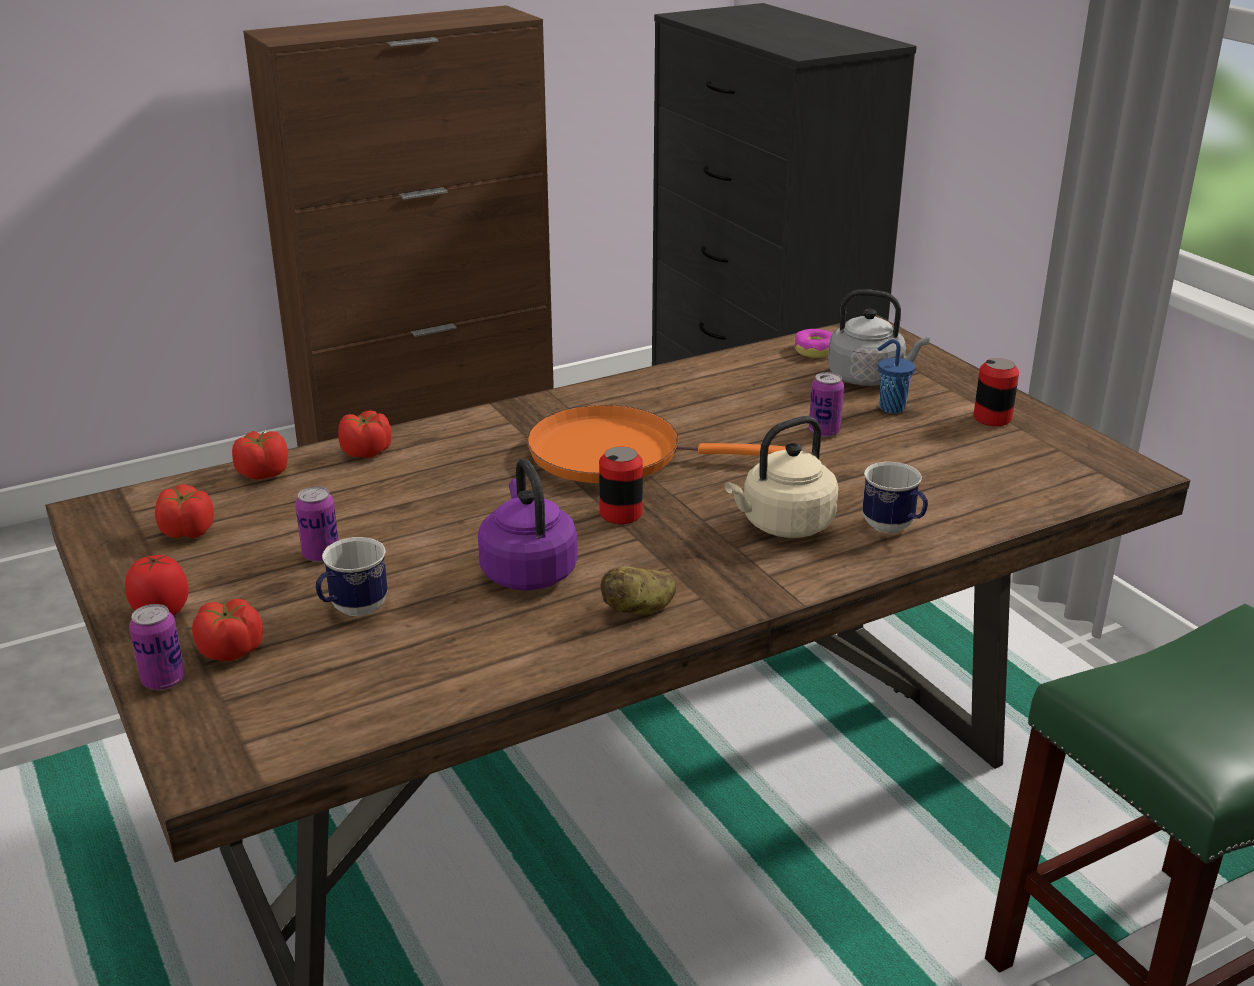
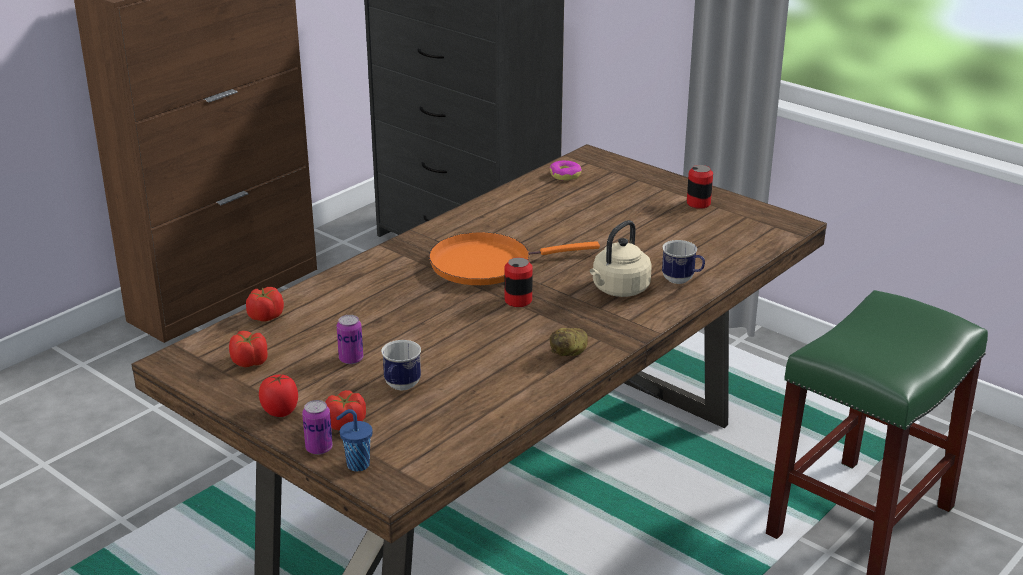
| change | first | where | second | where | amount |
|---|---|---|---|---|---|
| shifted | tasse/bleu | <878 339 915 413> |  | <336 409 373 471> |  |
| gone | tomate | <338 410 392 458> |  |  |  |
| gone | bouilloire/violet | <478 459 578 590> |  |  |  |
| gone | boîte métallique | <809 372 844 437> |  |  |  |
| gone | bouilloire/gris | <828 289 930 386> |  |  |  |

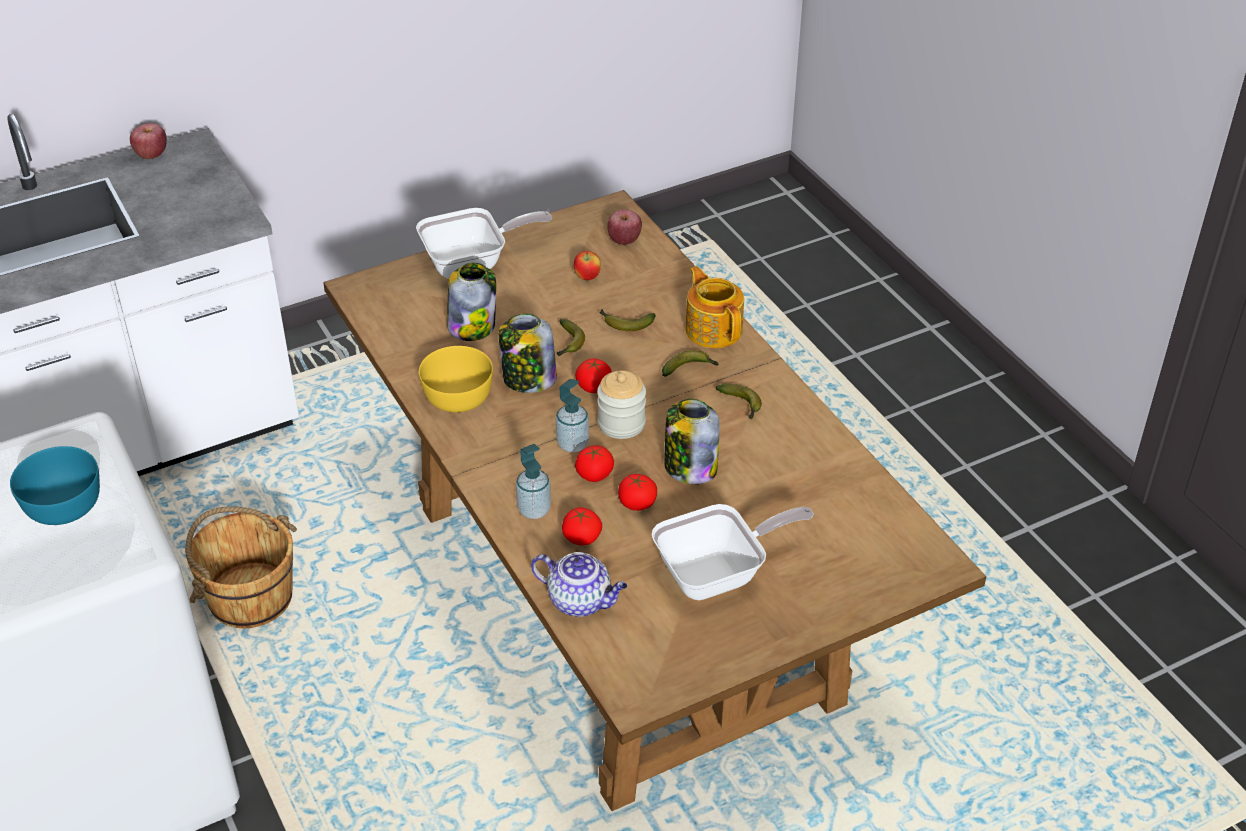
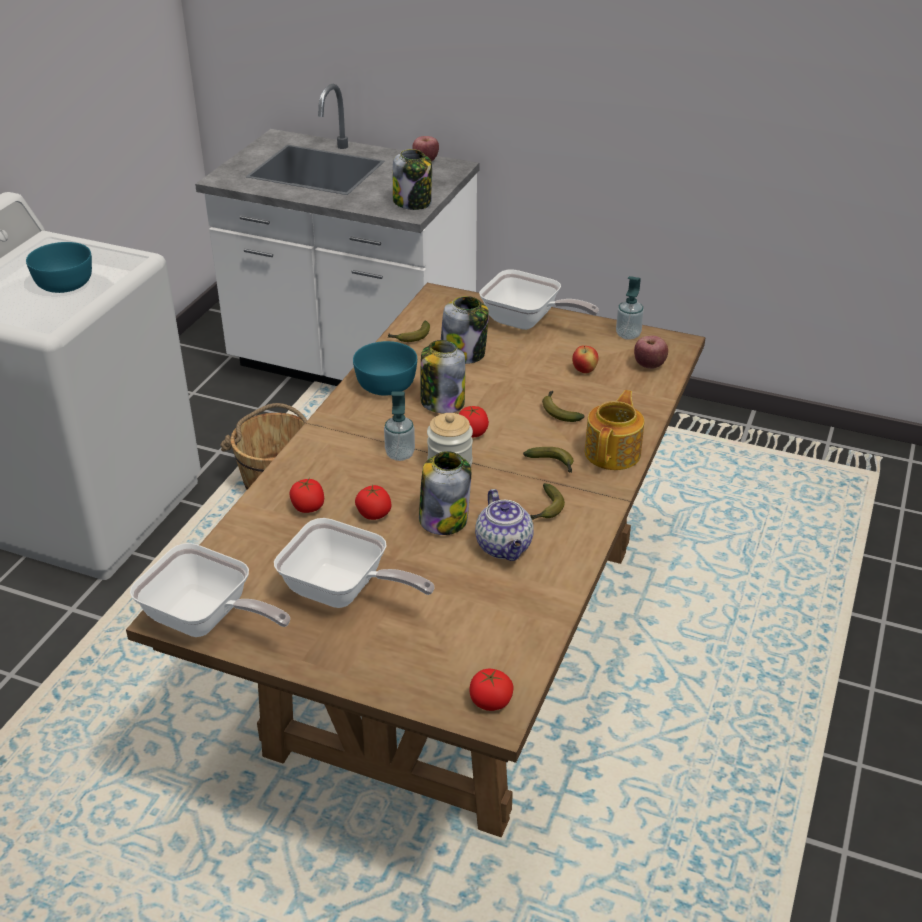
| change | first | where | second | where | amount |
|---|---|---|---|---|---|
| new |  |  | poêle | <130 543 290 637> |  |
| repainted | bol/jaune | <419 346 493 412> | bol/turquoise | <353 341 417 396> |  |
| shifted | banane | <557 319 585 356> |  | <388 321 430 342> |  |
| new |  |  | bocal | <393 149 432 210> |  |
| shifted | tomate | <575 446 614 482> |  | <469 669 514 711> |  |
| shifted | théière | <531 552 627 617> |  | <475 489 534 561> |  |
| shifted | distributeur de savon | <516 444 551 519> |  | <616 276 644 340> |  |

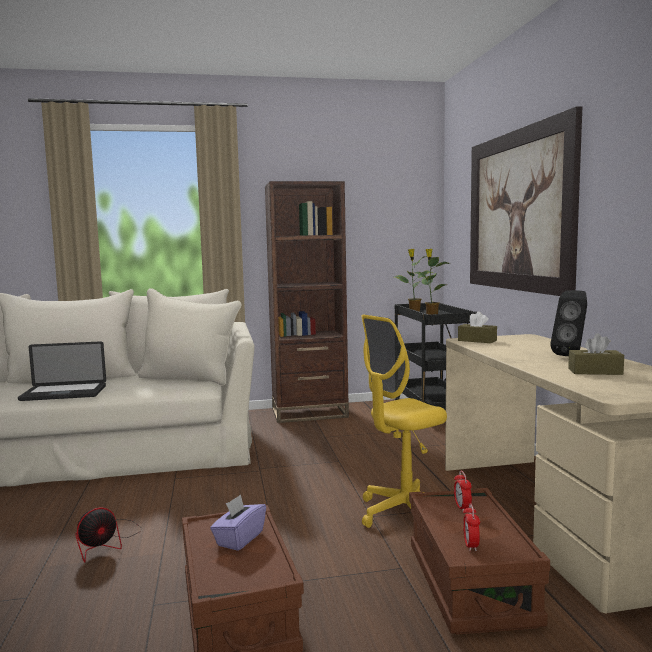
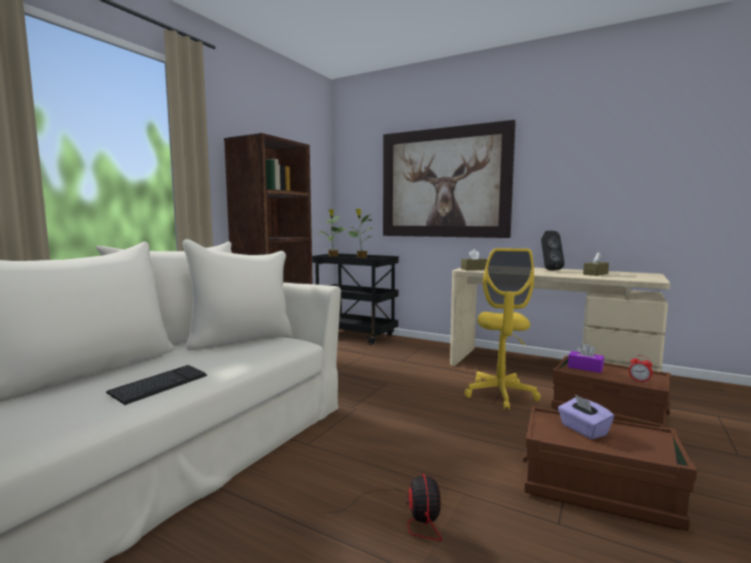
| change | first | where | second | where | amount |
|---|---|---|---|---|---|
| swapped | ordinateur portable | <18 341 106 401> | clavier | <106 365 207 405> |  |
| swapped | réveil | <454 471 472 511> | boîte à mouchoirs/violet | <568 343 604 373> |  |

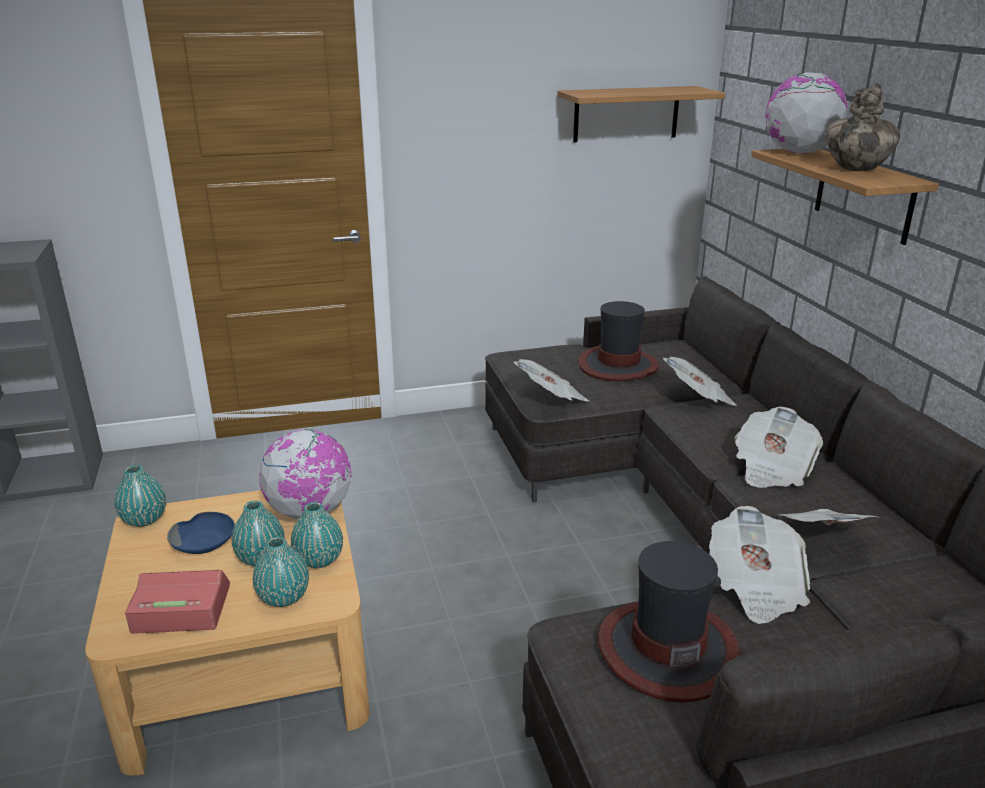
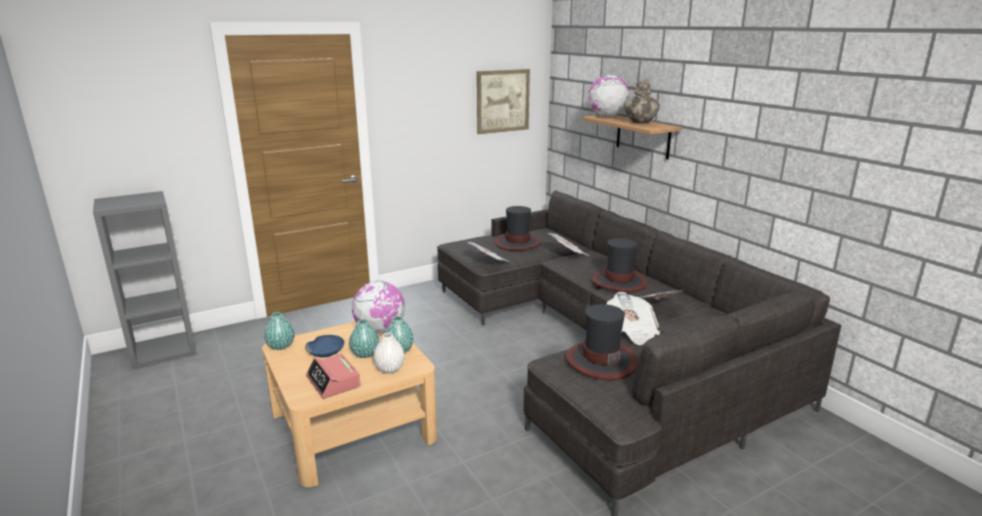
| change | first | where | second | where | amount |
|---|---|---|---|---|---|
| rotated | réveil | <125 570 230 634> |  | <306 354 361 399> | 105 degrees counterclockwise |
| repainted | vase/turquoise | <253 537 309 607> | vase/blanc | <373 333 405 373> |  |
| swapped | étagère | <557 86 725 142> | tableau | <477 69 530 134> |  |
| swapped | journal | <735 407 823 488> | chapeau | <592 238 647 292> |  |

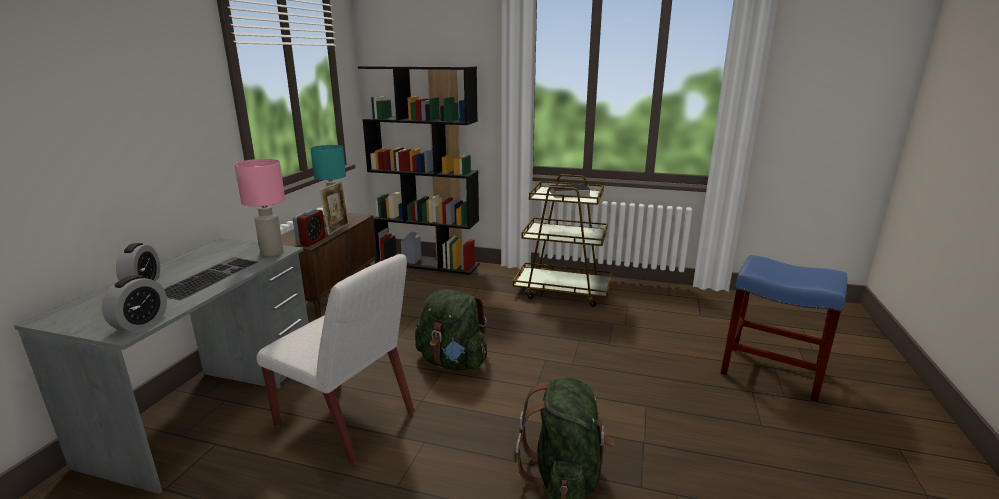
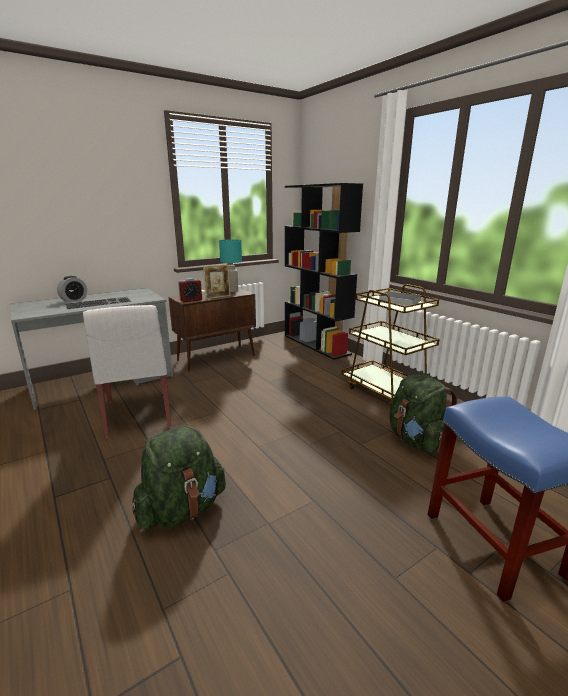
| change | first | where | second | where | amount |
|---|---|---|---|---|---|
| shifted | sac à dos/vert | <415 289 487 371> |  | <389 374 457 453> |  |
| gone | réveil | <102 275 167 332> |  |  |  |
| gone | lampe de table/rose | <235 159 285 256> |  |  |  |

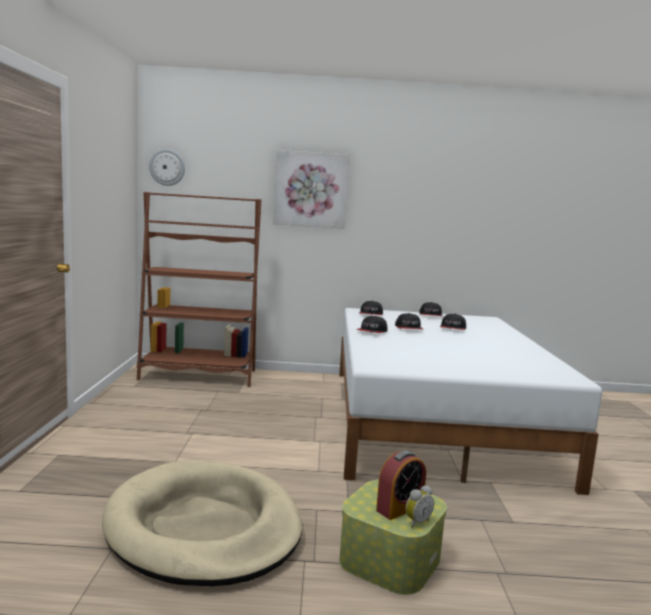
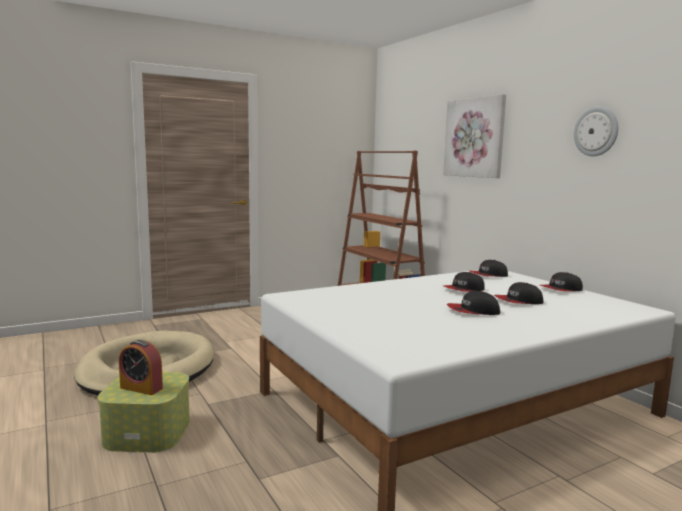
| change | first | where | second | where | amount |
|---|---|---|---|---|---|
| shifted | casquette | <356 316 387 333> |  | <447 291 500 315> |  |
| shifted | horloge murale | <149 149 185 186> |  | <574 106 618 156> |  |
| gone | réveil | <406 486 434 528> |  |  |  |

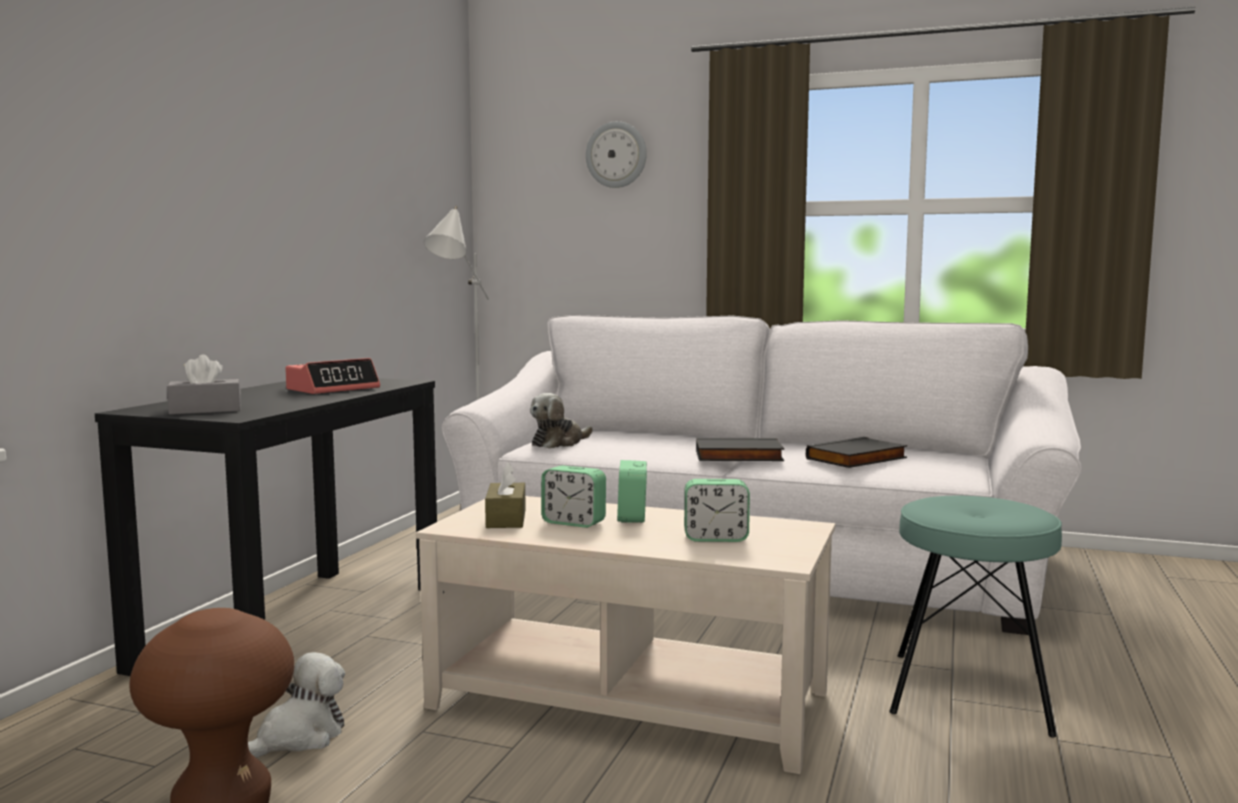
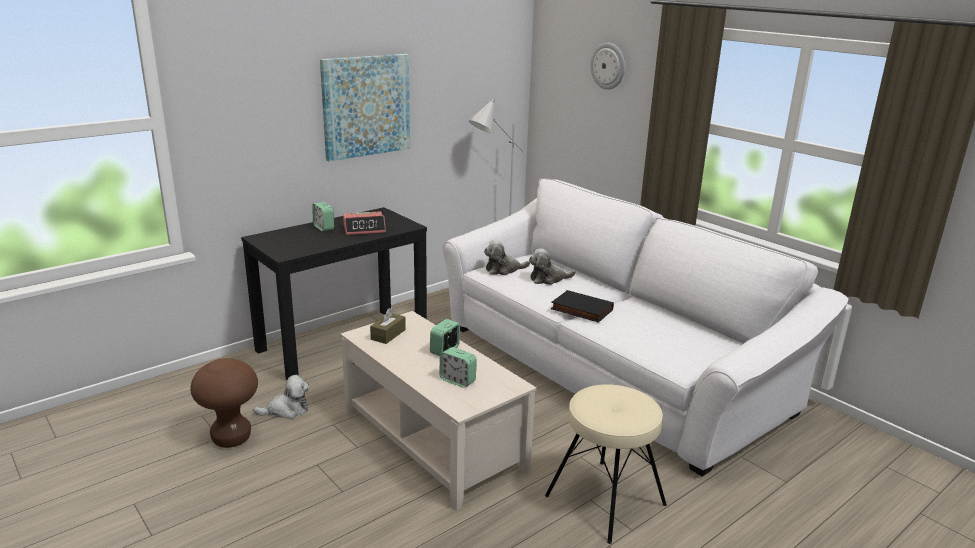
| change | first | where | second | where | amount |
|---|---|---|---|---|---|
| shifted | réveil | <541 465 606 528> |  | <312 202 334 231> |  |
| new |  |  | tableau | <320 54 410 161> |  |
| new |  |  | peluche | <529 249 576 285> |  |
| repainted | tabouret/turquoise | <889 496 1062 738> | tabouret/beige | <545 384 667 544> |  |
| gone | boîte à mouchoirs/gris | <167 354 241 415> |  |  |  |
| gone | livre/noir | <806 437 907 468> |  |  |  |

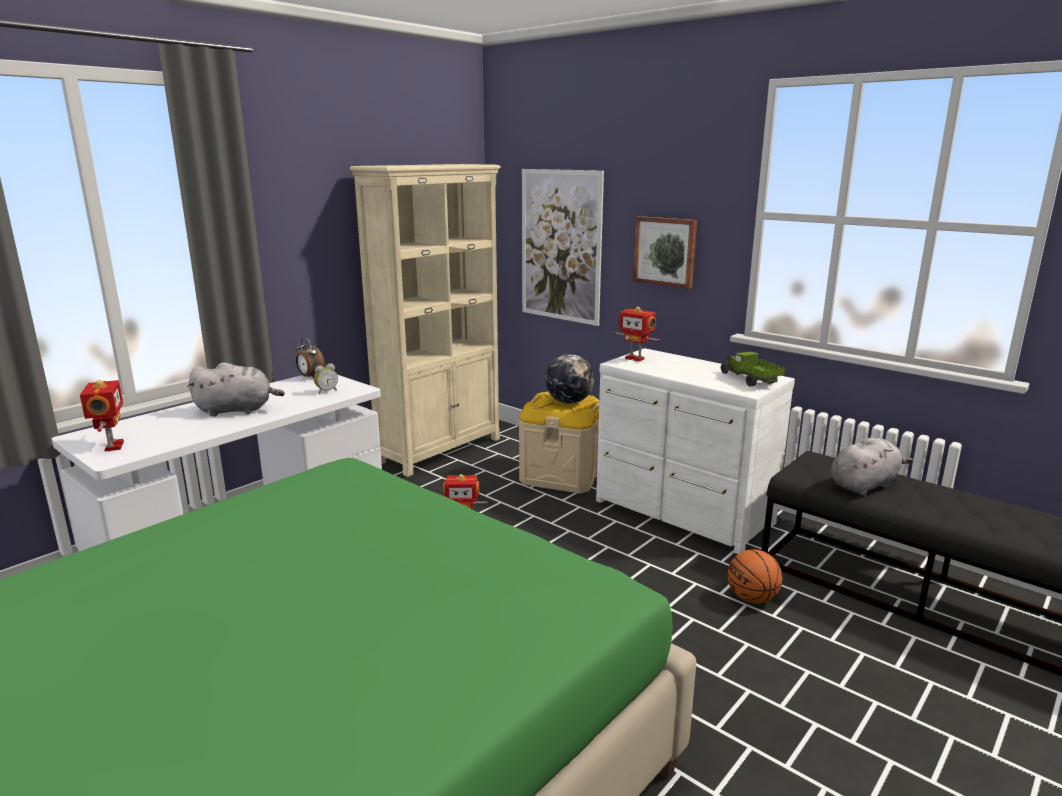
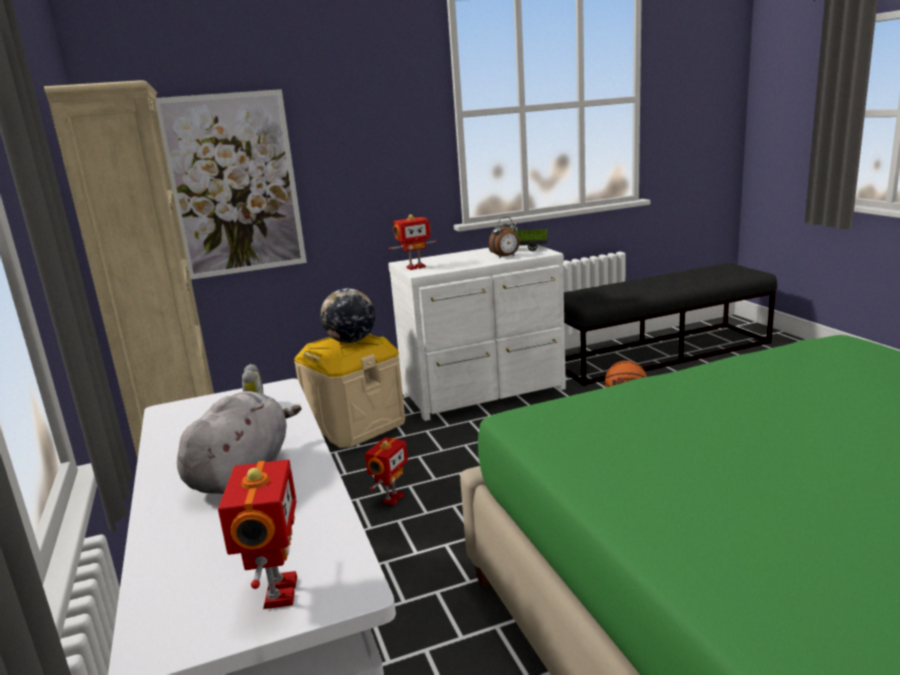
| change | first | where | second | where | amount |
|---|---|---|---|---|---|
| rotated | robot jouet | <80 380 124 451> |  | <218 460 297 609> | 75 degrees clockwise |
| shifted | réveil | <296 337 325 379> |  | <489 217 520 258> |  |
| gone | tableau | <633 216 697 289> |  |  |  |
| gone | peluche/gris | <831 438 913 496> |  |  |  |

